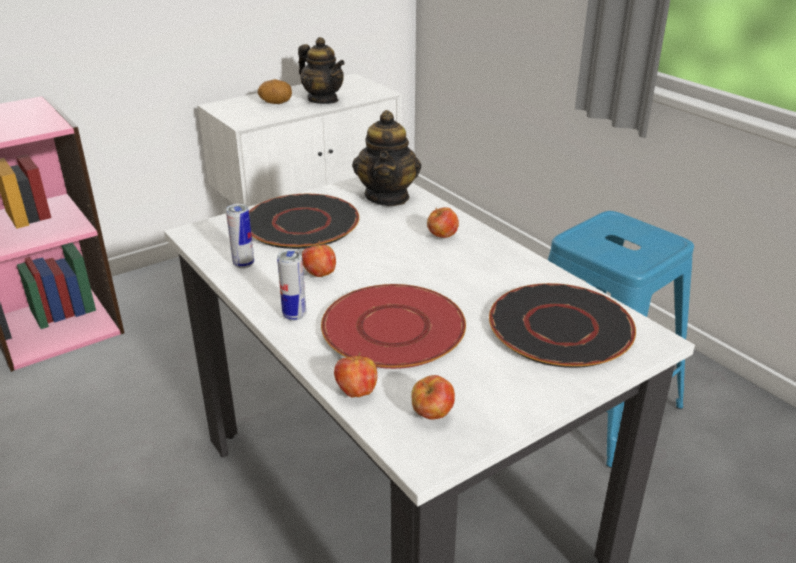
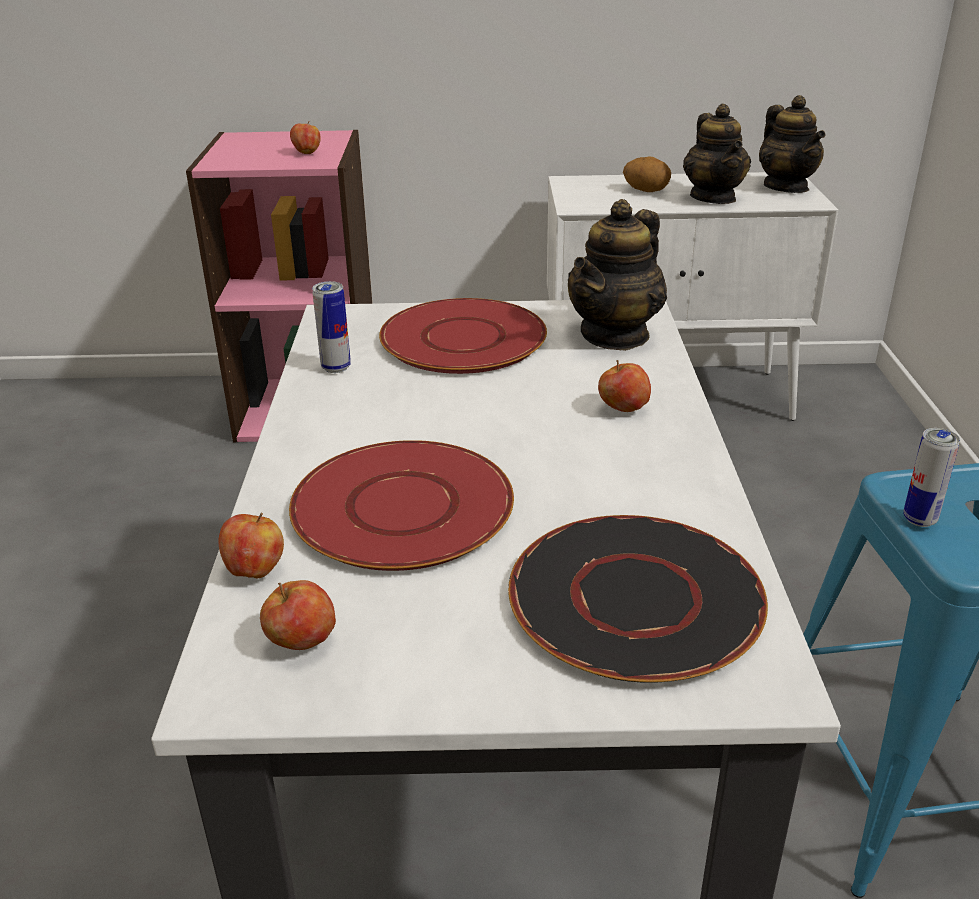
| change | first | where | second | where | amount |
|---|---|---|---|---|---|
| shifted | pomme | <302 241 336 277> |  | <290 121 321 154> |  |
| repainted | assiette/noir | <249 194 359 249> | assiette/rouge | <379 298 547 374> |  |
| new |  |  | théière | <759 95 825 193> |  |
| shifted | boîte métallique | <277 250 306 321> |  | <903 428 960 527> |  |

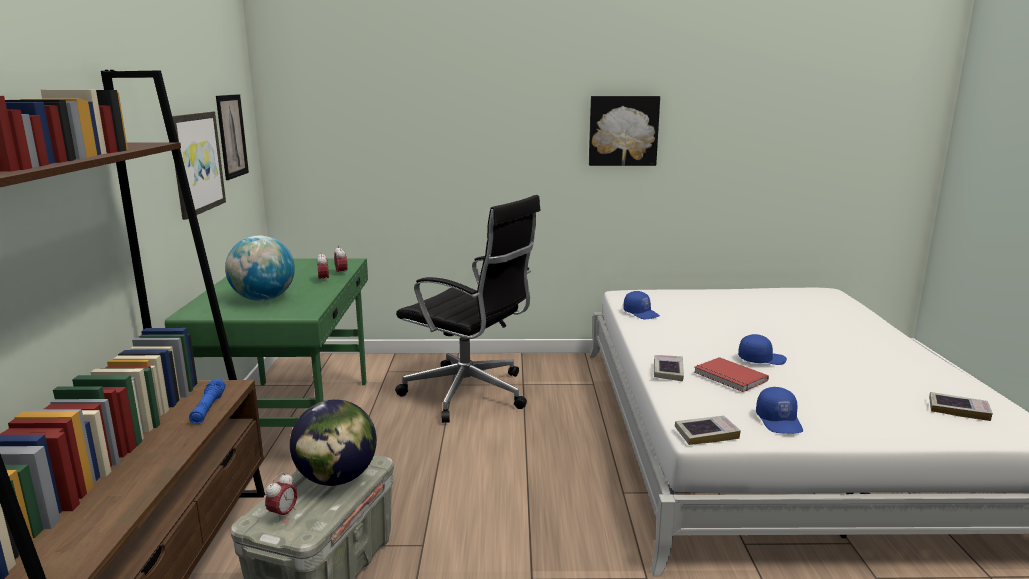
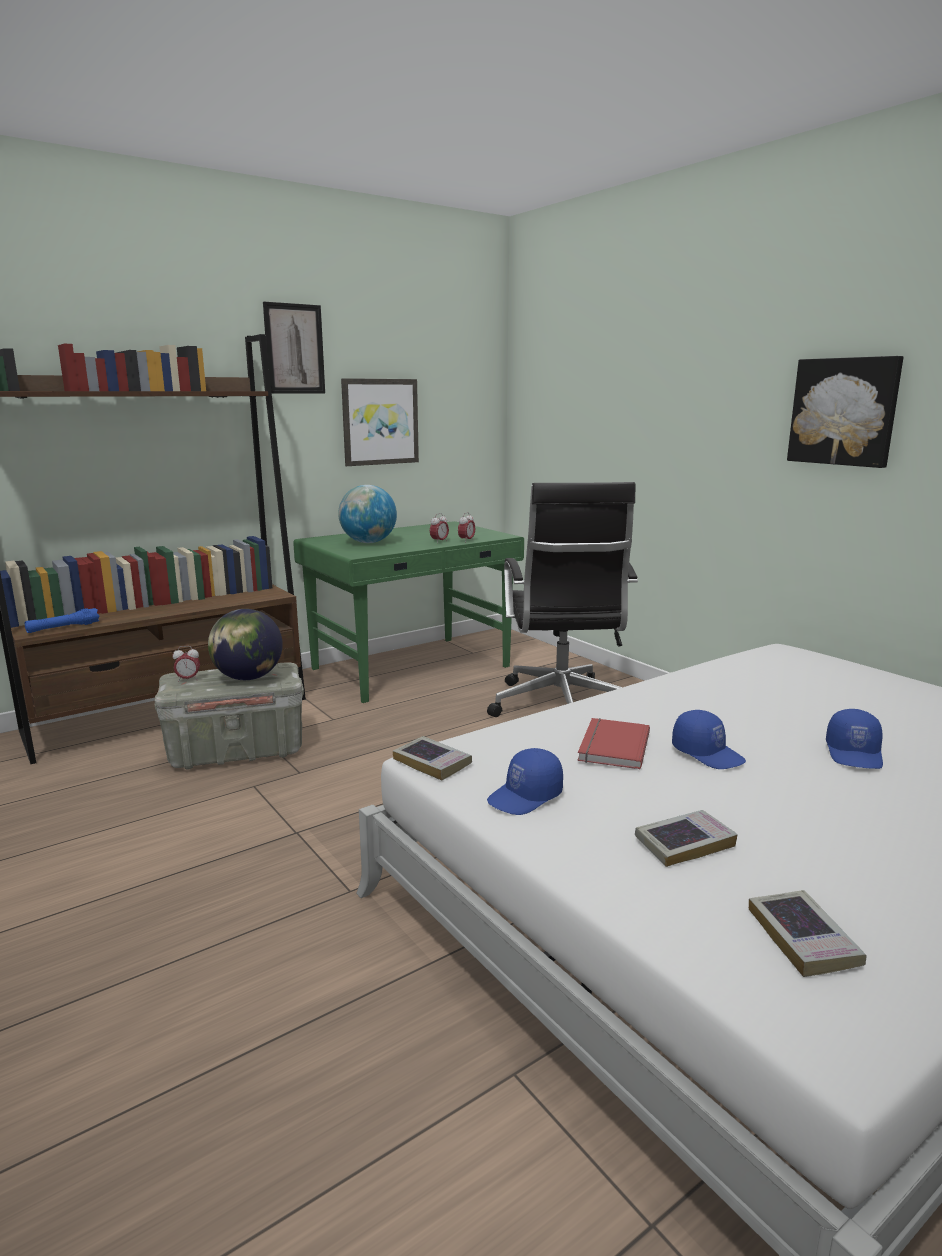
| change | first | where | second | where | amount |
|---|---|---|---|---|---|
| shifted | lampe de poche/bleu | <189 379 226 424> |  | <25 608 100 633> |  |
| shifted | tableau | <216 94 249 180> |  | <263 302 325 394> |  |
| shifted | livre | <654 355 684 382> |  | <635 810 738 867> |  |
| shifted | casquette/bleu | <623 291 660 319> |  | <826 709 883 769> |  |

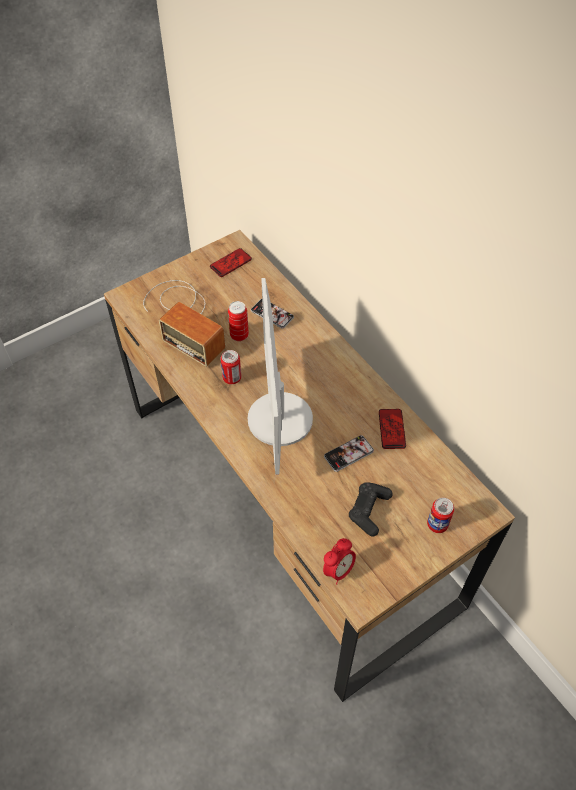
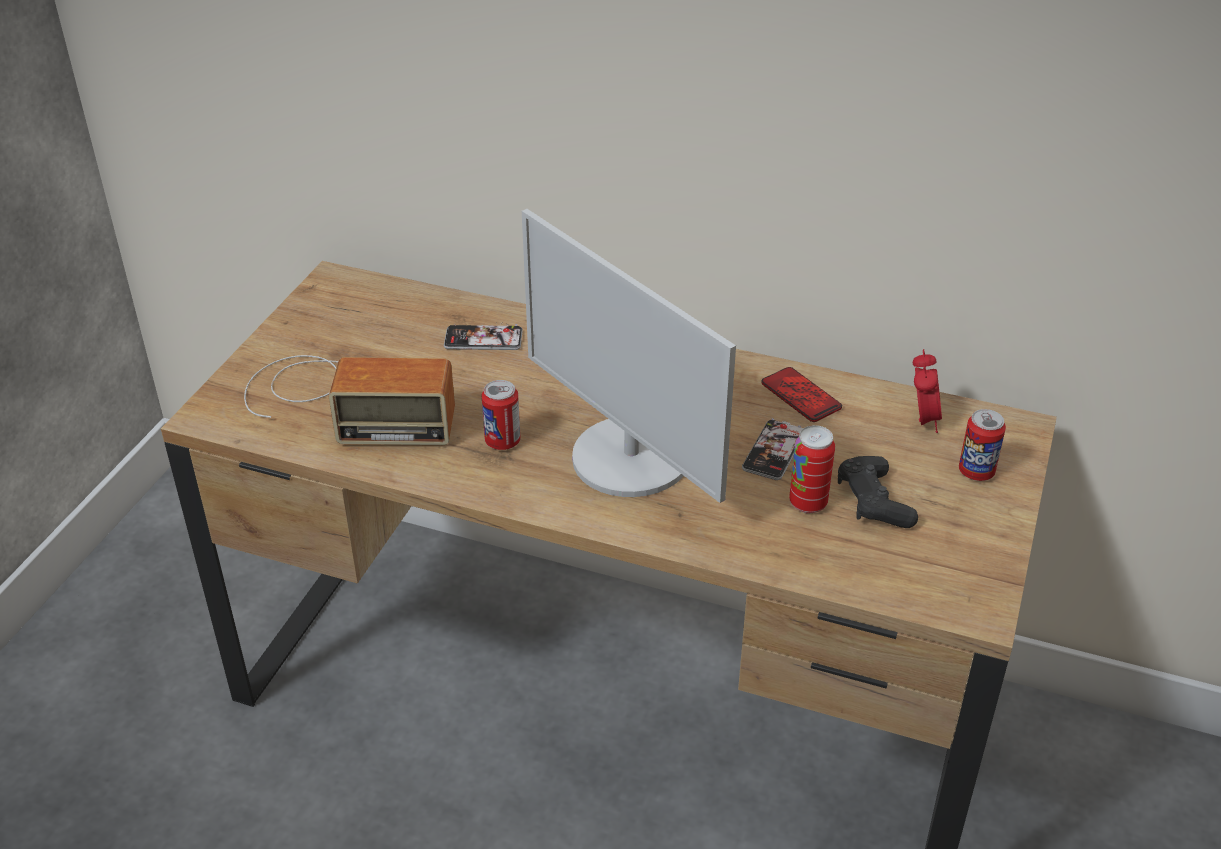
| change | first | where | second | where | amount |
|---|---|---|---|---|---|
| shifted | boîte métallique | <228 301 249 341> |  | <789 425 835 513> |  |
| shifted | réveil | <323 538 356 585> |  | <913 349 942 433> |  |
| gone | téléphone | <210 248 252 277> |  |  |  |

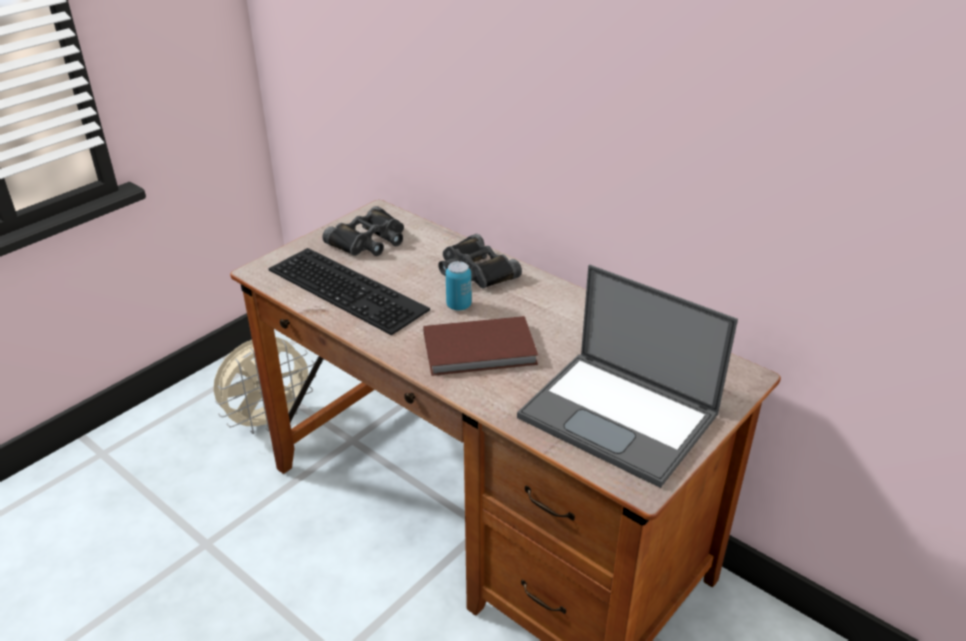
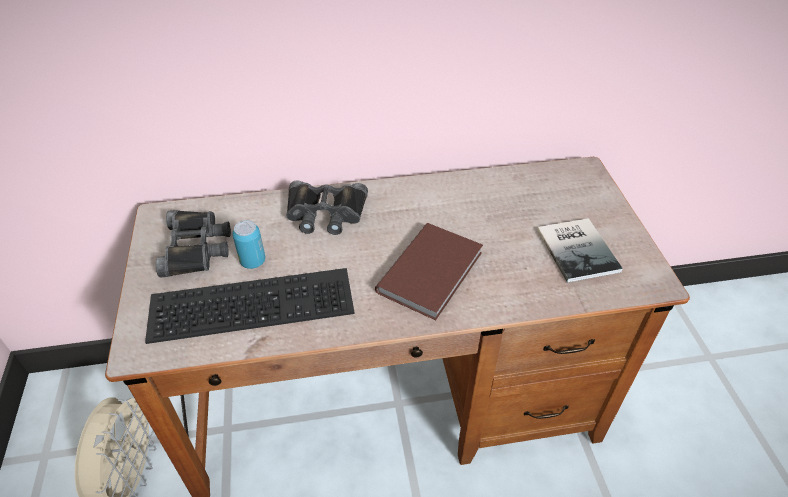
| change | first | where | second | where | amount |
|---|---|---|---|---|---|
| shifted | boîte métallique | <446 261 471 310> |  | <232 220 265 269> |  |
| swapped | ordinateur portable | <517 264 738 488> | livre | <537 218 623 283> |  |

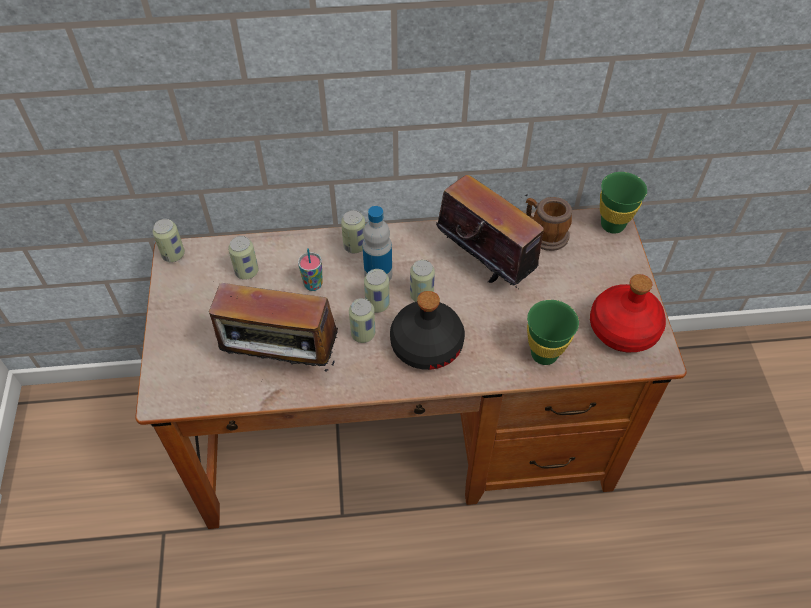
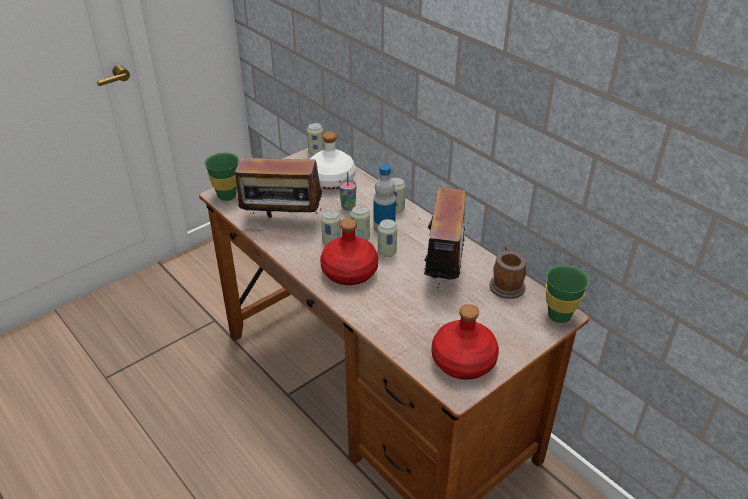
| change | first | where | second | where | amount |
|---|---|---|---|---|---|
| shifted | tasse/vert | <527 300 579 365> |  | <205 152 239 201> |  |
| rotated | radio | <209 283 338 372> |  | <235 153 322 222> | 60 degrees counterclockwise |
| swapped | boîte métallique | <228 236 259 280> | bouteille/blanc | <310 131 356 189> |  |
| repainted | bouteille/noir | <390 291 465 370> | bouteille/rouge | <320 218 378 285> |  |

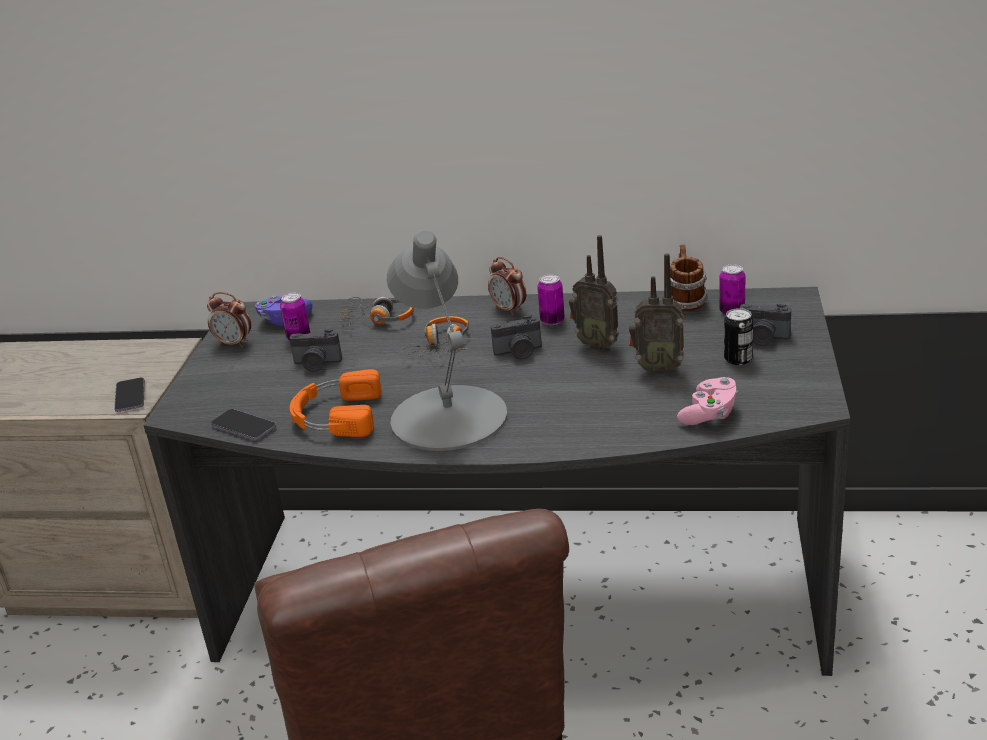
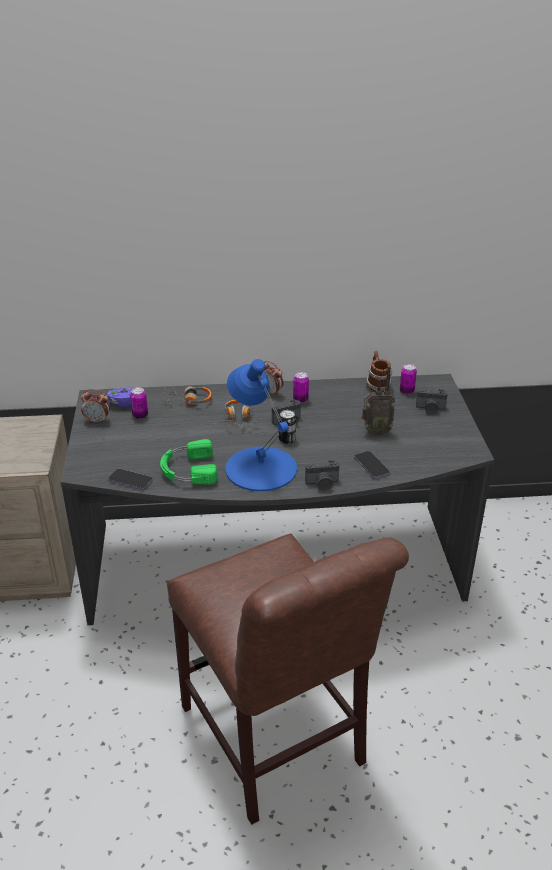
| change | first | where | second | where | amount |
|---|---|---|---|---|---|
| repainted | casque audio/orange | <290 369 382 437> | casque audio/vert | <160 439 217 485> |  |
| repainted | lampe de table/gris | <387 230 507 451> | lampe de table/bleu | <225 359 297 491> |  |
| shifted | boîte métallique | <724 308 753 365> |  | <279 410 296 444> |  |
| shifted | appareil photo | <289 329 342 372> |  | <305 460 339 490> |  |
| shifted | téléphone | <114 378 145 412> |  | <354 451 390 478> |  |
| gone | radio | <569 235 619 351> |  |  |  |
| gone | manette/rose | <677 377 738 425> |  |  |  |

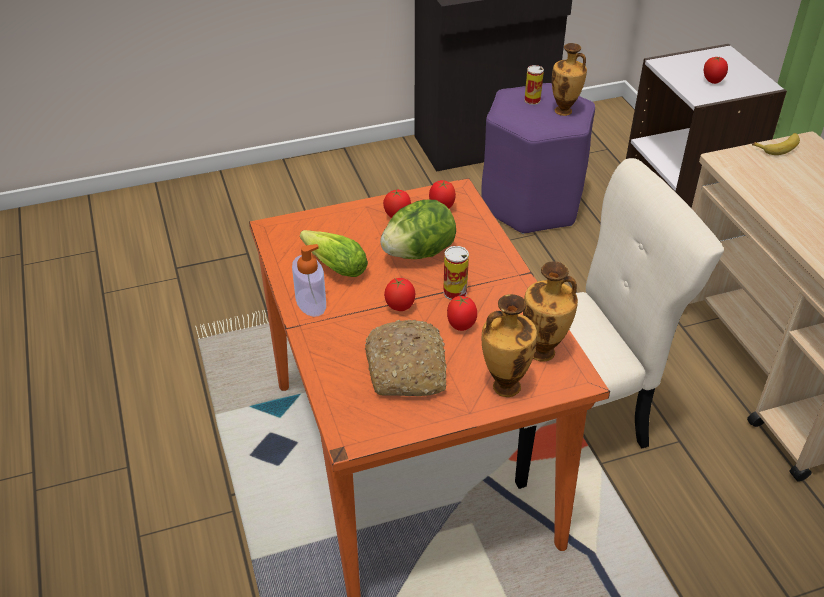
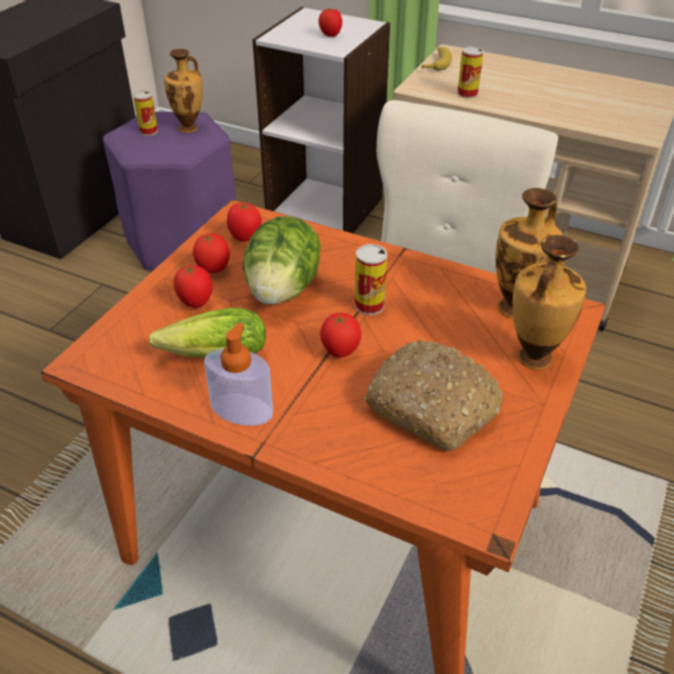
| change | first | where | second | where | amount |
|---|---|---|---|---|---|
| shifted | tomate | <447 296 477 331> |  | <173 265 213 308> |  |
| new |  |  | boîte métallique | <457 46 484 99> |  |

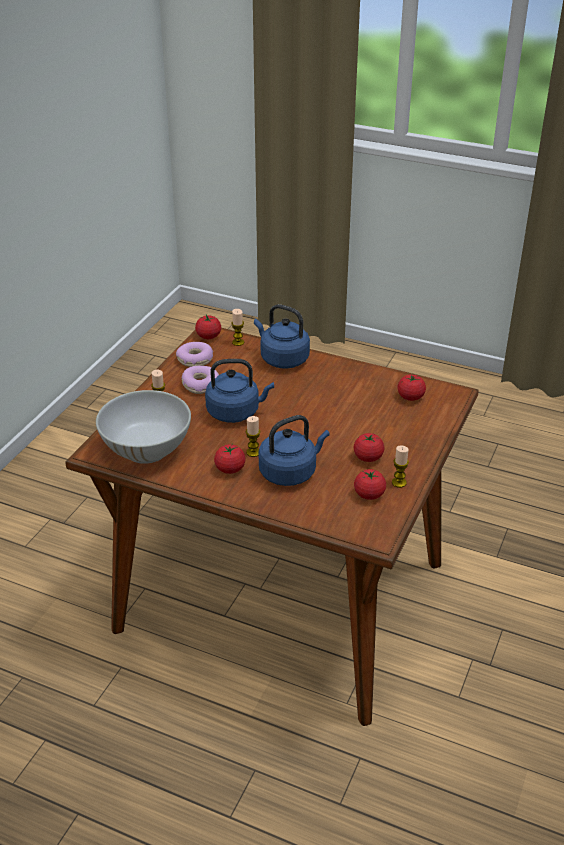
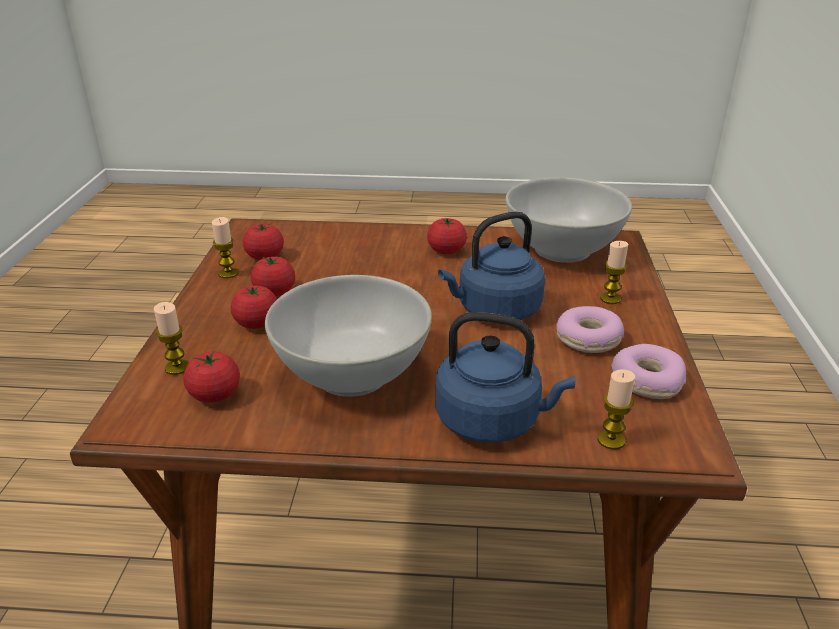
| change | first | where | second | where | amount |
|---|---|---|---|---|---|
| shifted | bougie | <246 416 260 457> |  | <154 302 189 375> |  |
| shifted | tomate | <195 315 221 339> |  | <230 285 277 329> |  |
| new |  |  | bol/blanc | <265 275 432 397> |  |
| gone | bouilloire/bleu | <258 415 330 486> |  |  |  |

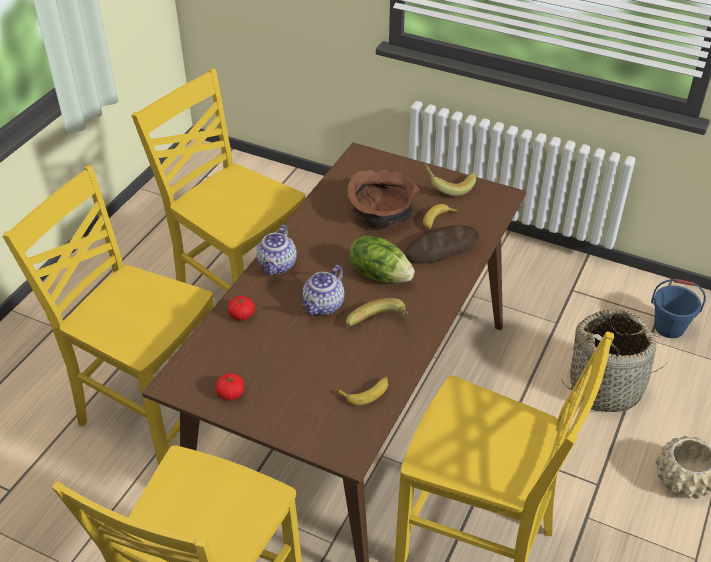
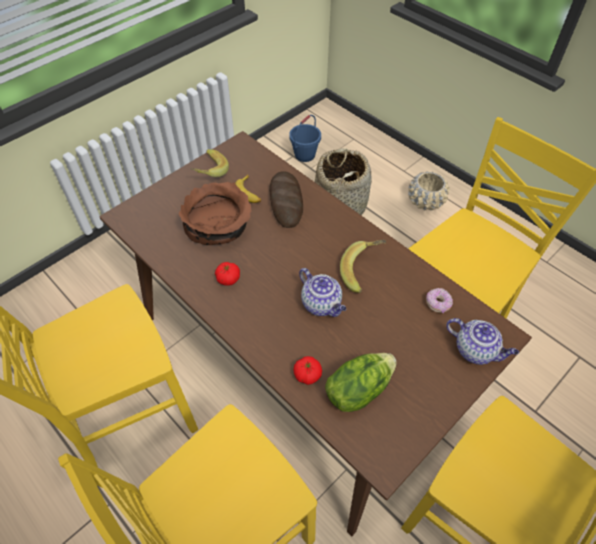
| change | first | where | second | where | amount |
|---|---|---|---|---|---|
| shifted | tomate | <215 373 244 400> |  | <215 262 240 286> |  |
| shifted | laitue | <349 235 415 283> |  | <325 353 397 412> |  |
| swapped | banane | <337 377 388 406> | beignet | <426 288 453 313> |  |
| shifted | théière | <256 225 297 275> |  | <446 318 519 365> |  |

